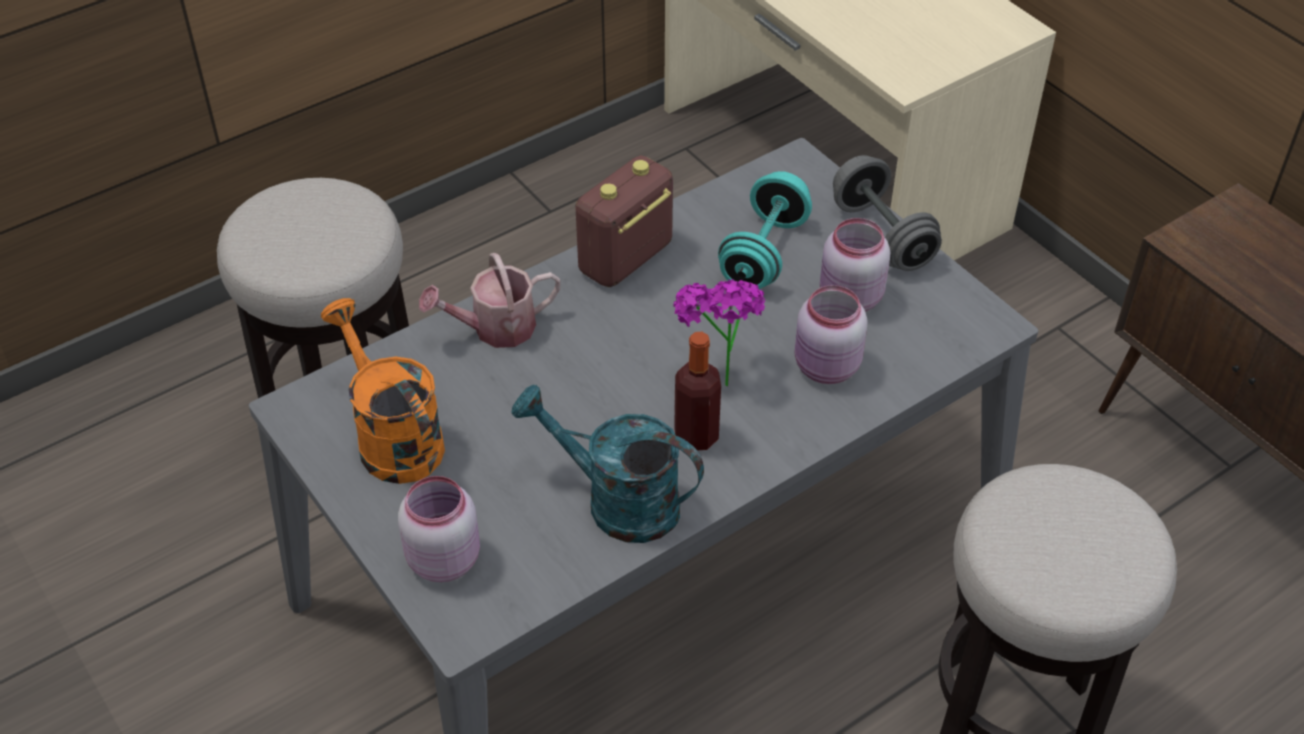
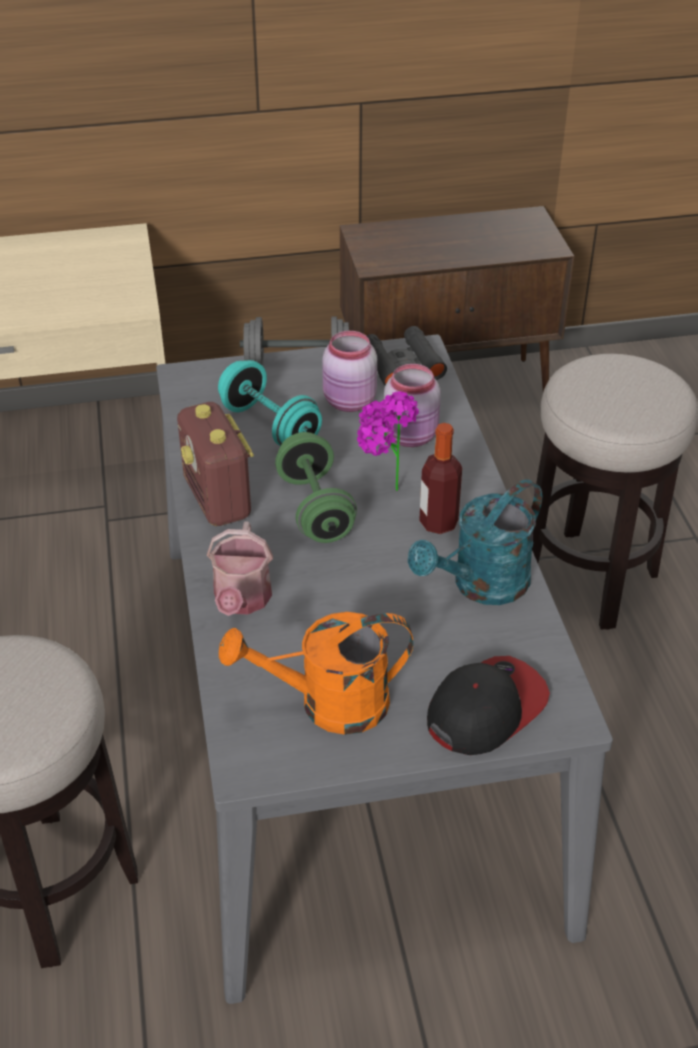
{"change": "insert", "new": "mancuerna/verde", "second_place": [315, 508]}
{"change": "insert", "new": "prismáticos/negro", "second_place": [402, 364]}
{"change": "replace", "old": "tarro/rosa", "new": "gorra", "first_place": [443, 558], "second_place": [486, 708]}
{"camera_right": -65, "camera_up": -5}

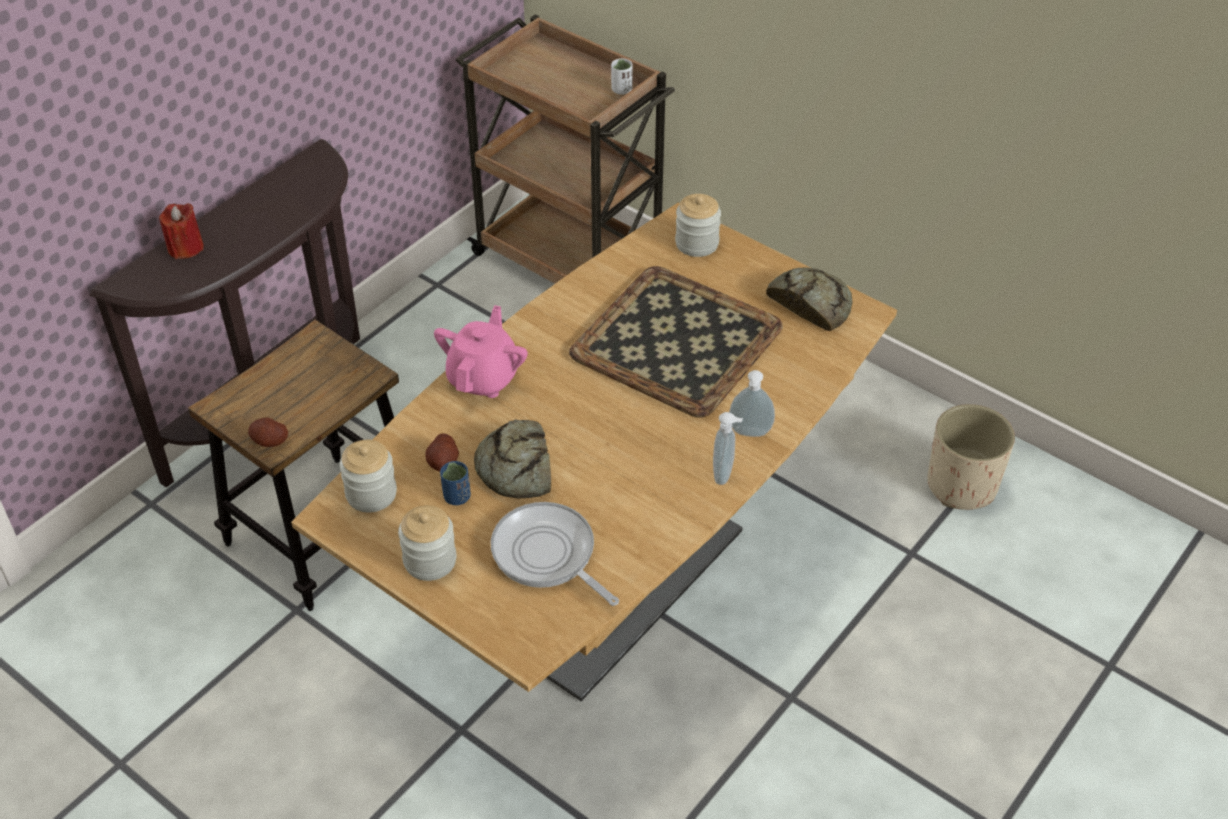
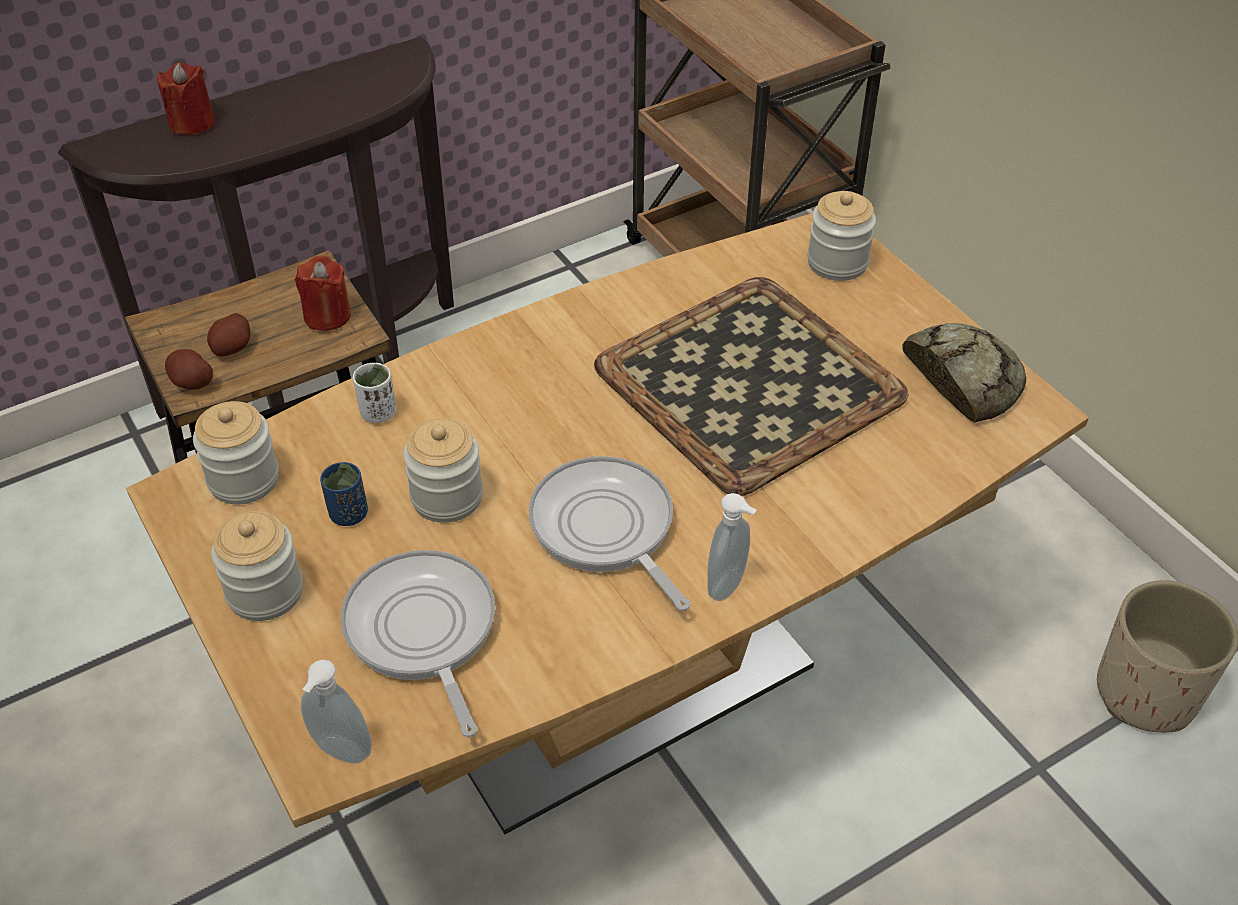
{"change": "move", "old": "patata", "first_place": [443, 462], "second_place": [232, 347]}
{"change": "insert", "new": "vela/rojo", "second_place": [327, 316]}
{"change": "move", "old": "dispensador de jabón", "first_place": [750, 434], "second_place": [340, 752]}
{"change": "move", "old": "taza/blanco", "first_place": [621, 90], "second_place": [378, 413]}
{"change": "replace", "old": "pan", "new": "tarro", "first_place": [516, 468], "second_place": [447, 497]}
{"change": "insert", "new": "sartén", "second_place": [606, 529]}
{"change": "delete", "old": "tetera/rosa", "first_place": [483, 378]}
{"camera_right": 20, "camera_up": 0}

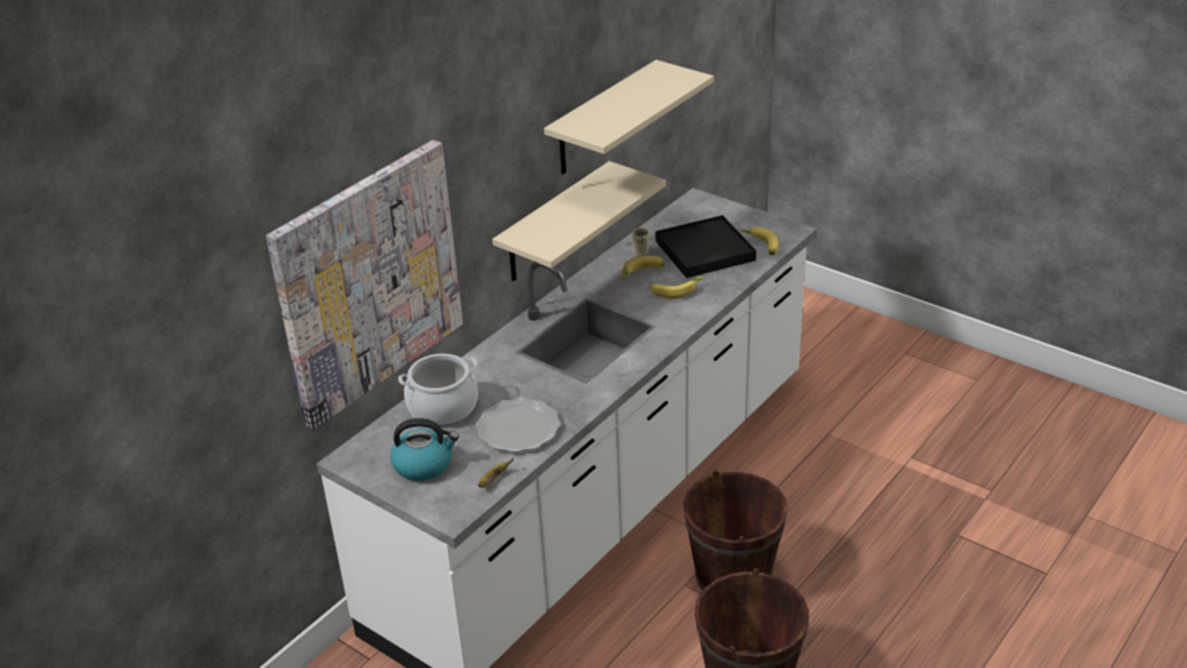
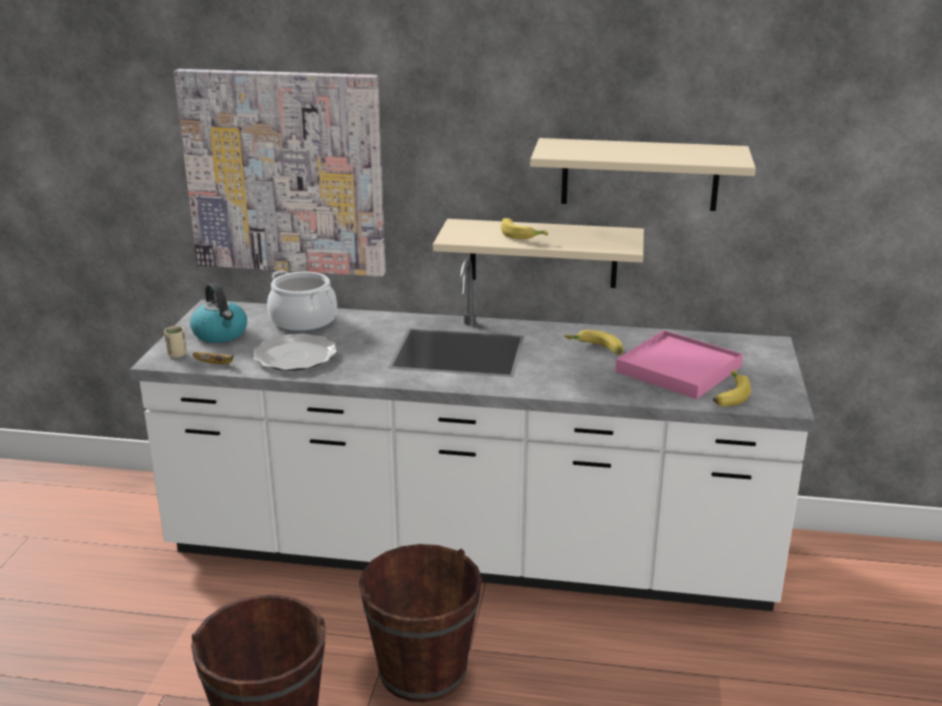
{"change": "move", "old": "taza/beis", "first_place": [640, 252], "second_place": [177, 354]}
{"change": "move", "old": "plátano", "first_place": [676, 290], "second_place": [522, 235]}
{"change": "recolor", "old": "bandeja/negro", "new": "bandeja/rosa", "first_place": [705, 251], "second_place": [678, 369]}
{"camera_right": 60, "camera_up": -10}

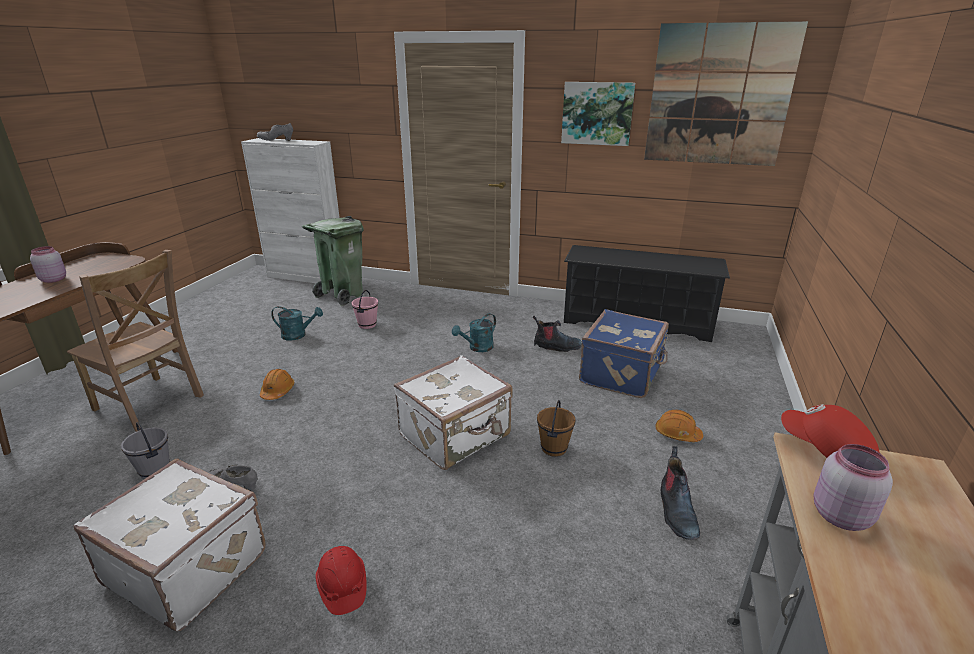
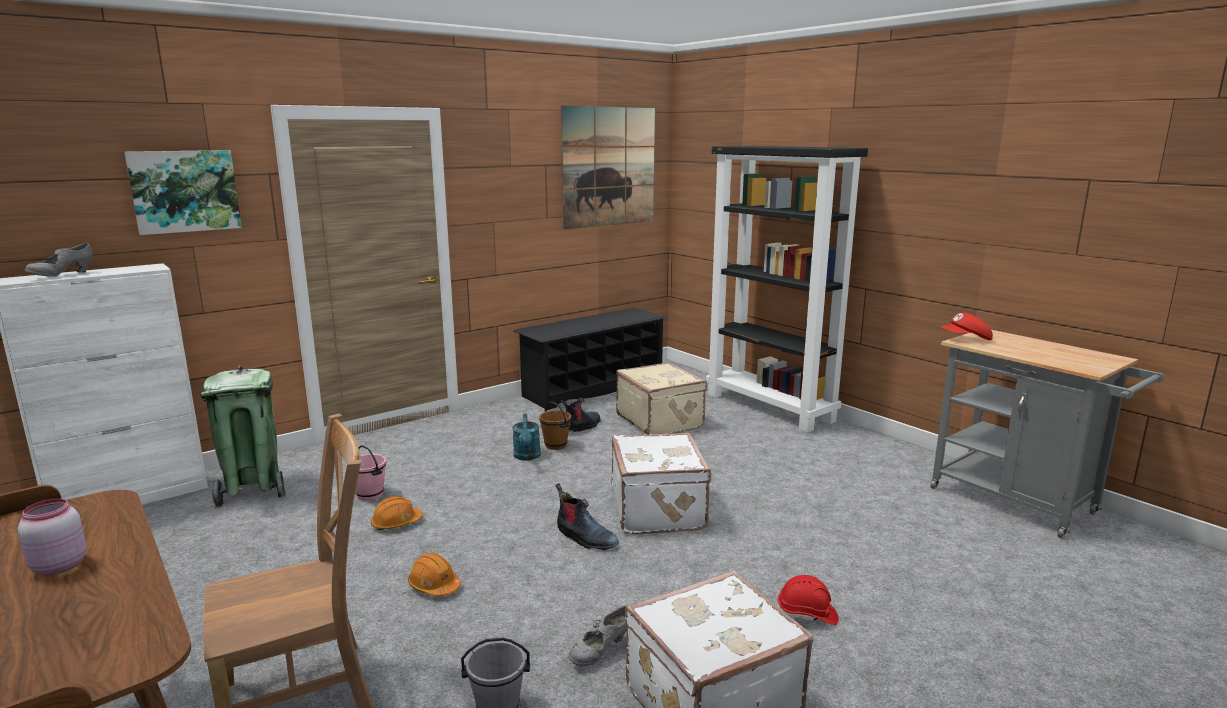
{"change": "move", "old": "cuadro", "first_place": [597, 113], "second_place": [185, 191]}
{"change": "move", "old": "casco/naranja", "first_place": [677, 434], "second_place": [396, 523]}
{"change": "move", "old": "cubo/marrón", "first_place": [553, 448], "second_place": [555, 445]}
{"change": "move", "old": "bota", "first_place": [676, 511], "second_place": [585, 538]}
{"change": "recolor", "old": "maleta/azul", "new": "maleta/beis", "first_place": [622, 374], "second_place": [660, 421]}
{"change": "insert", "new": "estantería/negro", "second_place": [770, 408]}
{"change": "delete", "old": "regadera/turquesa", "first_place": [298, 335]}
{"change": "delete", "old": "tarro/rosa", "first_place": [838, 515]}
{"camera_right": -55, "camera_up": -10}

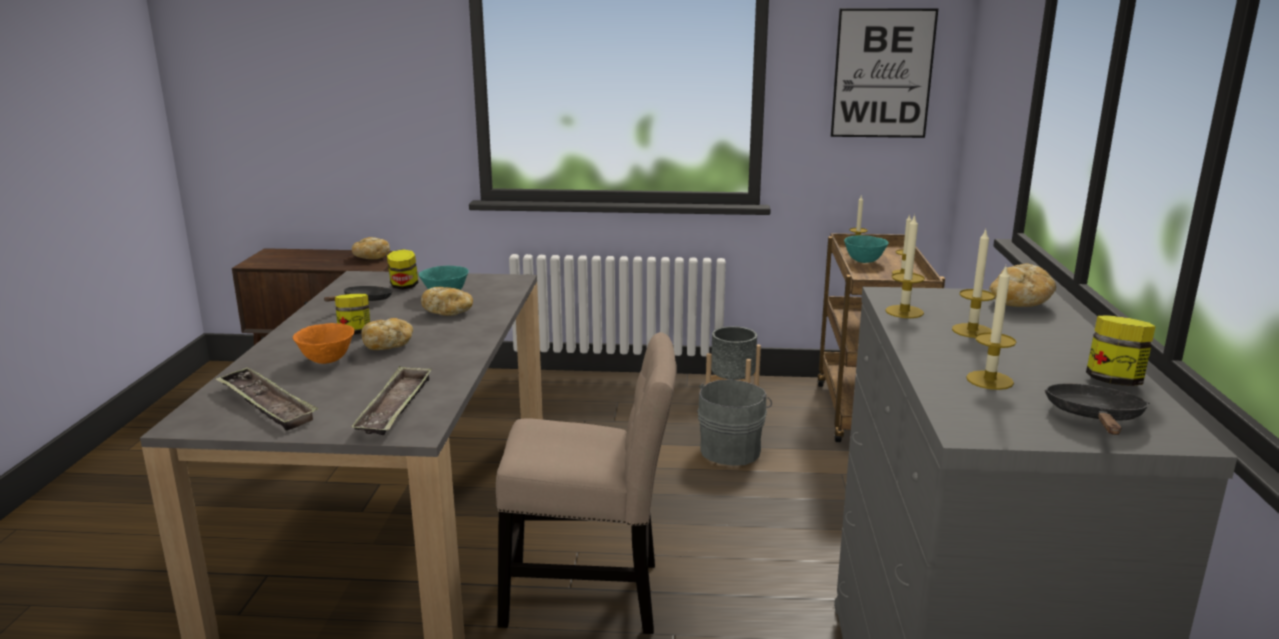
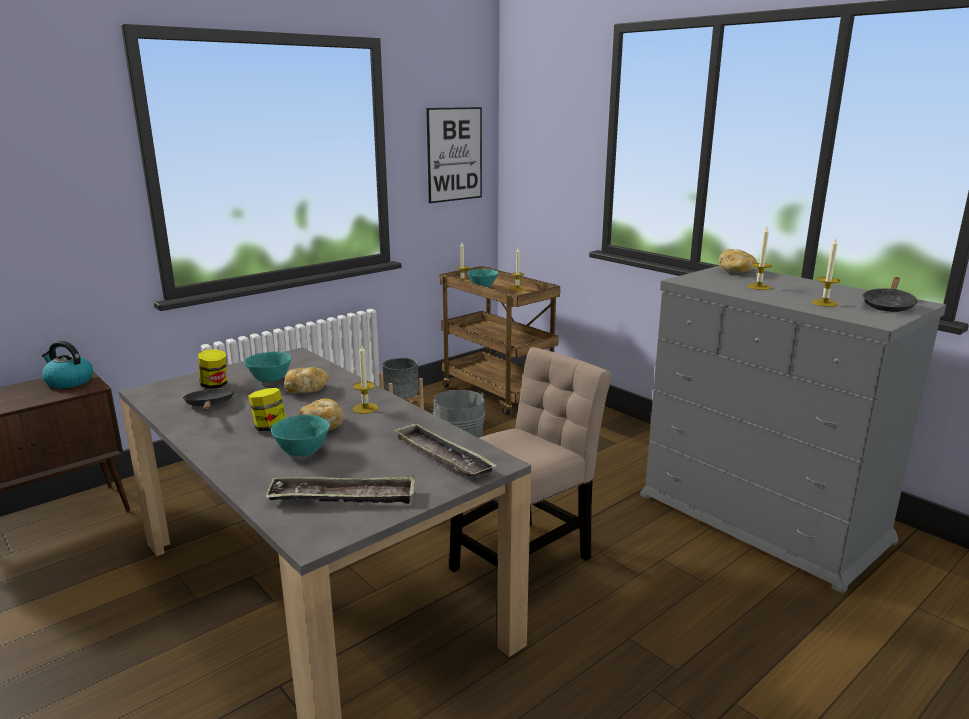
{"change": "replace", "old": "pan", "new": "hervidor", "first_place": [370, 258], "second_place": [68, 382]}
{"change": "recolor", "old": "cuenco/naranja", "new": "cuenco/turquesa", "first_place": [327, 360], "second_place": [303, 452]}
{"change": "move", "old": "vela", "first_place": [904, 312], "second_place": [365, 408]}
{"change": "rotate", "old": "sartén/negro", "first_place": [1095, 419], "second_place": [888, 305], "degrees": -120}
{"change": "delete", "old": "tarro", "first_place": [1113, 381]}
{"camera_right": -45, "camera_up": 0}

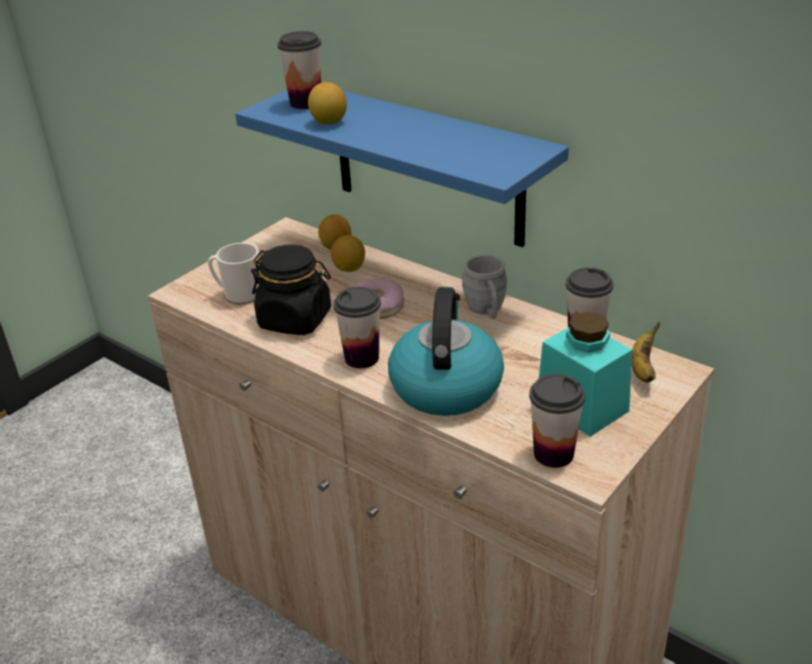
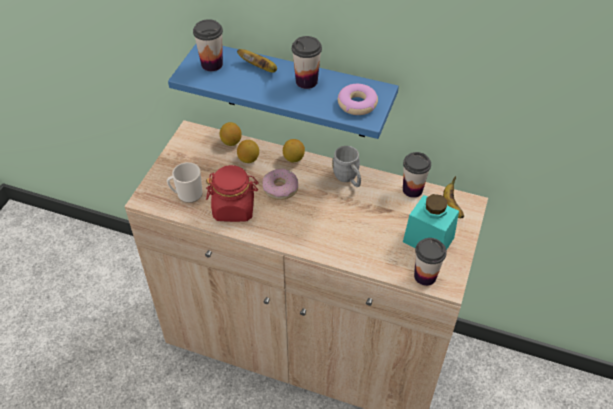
{"change": "recolor", "old": "tarro/negro", "new": "tarro/rojo", "first_place": [295, 319], "second_place": [234, 208]}
{"change": "insert", "new": "plátano", "second_place": [260, 68]}
{"change": "move", "old": "limón", "first_place": [329, 122], "second_place": [293, 158]}
{"change": "move", "old": "taza", "first_place": [362, 358], "second_place": [306, 81]}
{"change": "insert", "new": "rosquilla", "second_place": [357, 104]}
{"change": "delete", "old": "hervidor", "first_place": [445, 385]}
{"camera_right": -20, "camera_up": 15}

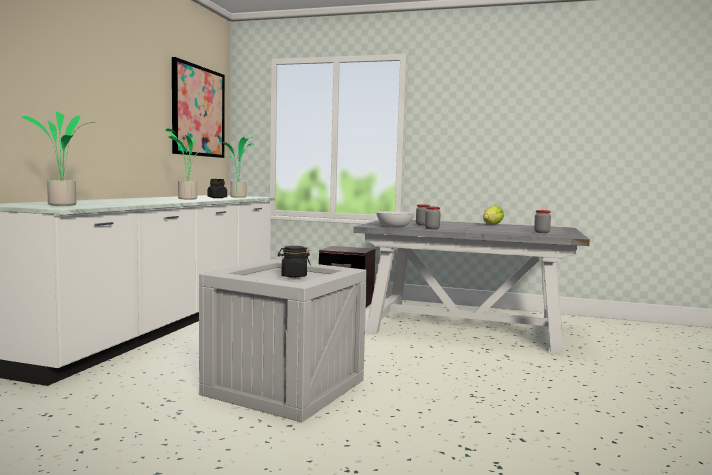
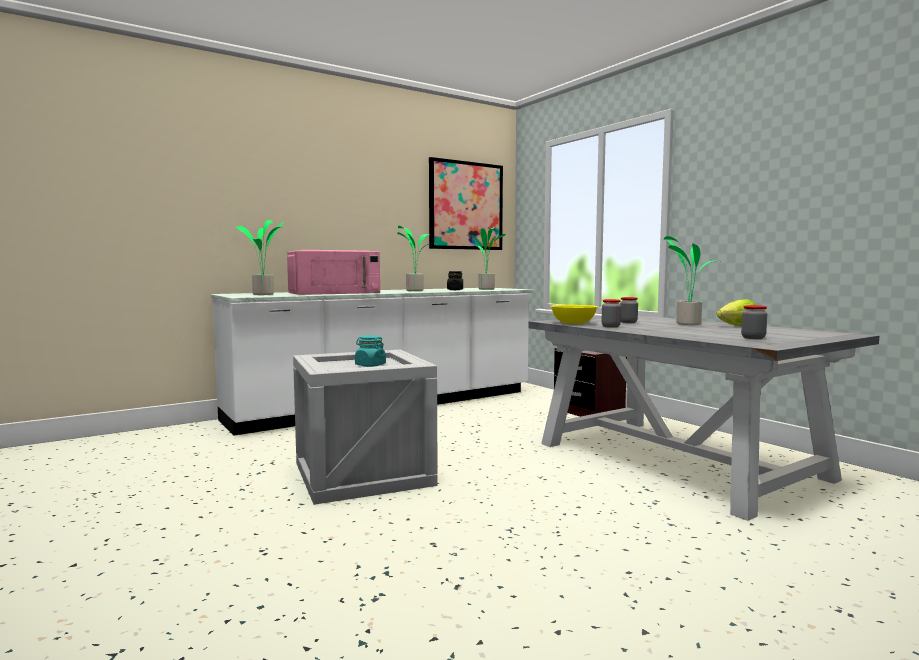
{"change": "insert", "new": "microondas/rosa", "second_place": [334, 292]}
{"change": "recolor", "old": "tarro/negro", "new": "tarro/turquesa", "first_place": [293, 276], "second_place": [370, 365]}
{"change": "recolor", "old": "cuenco/blanco", "new": "cuenco/amarillo", "first_place": [394, 227], "second_place": [574, 323]}
{"change": "insert", "new": "planta en maceta", "second_place": [687, 324]}
{"camera_right": 40, "camera_up": 0}

